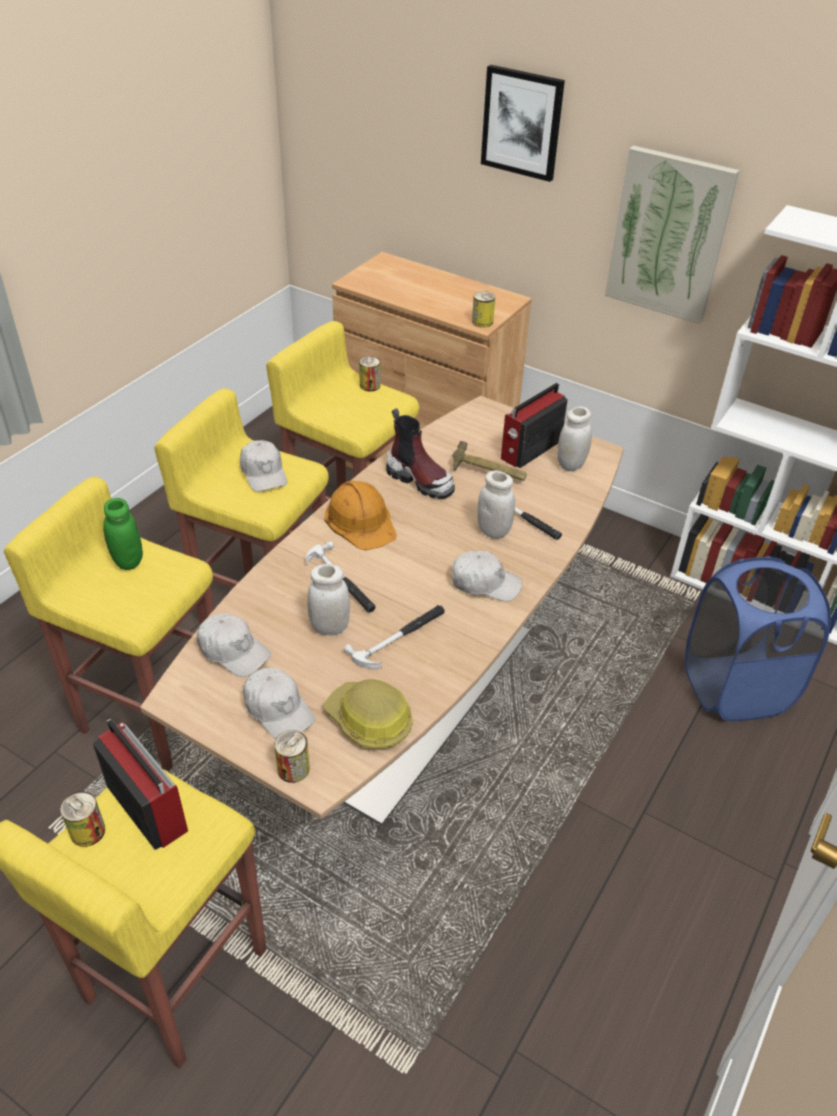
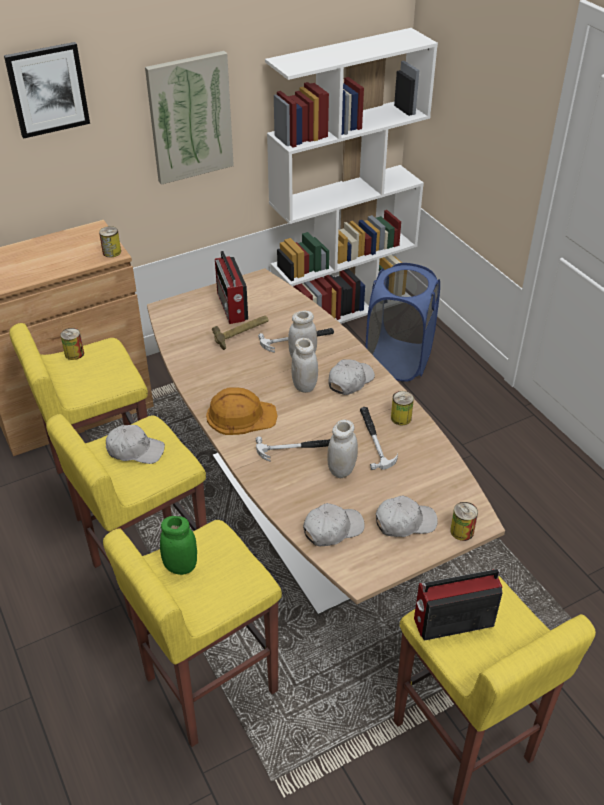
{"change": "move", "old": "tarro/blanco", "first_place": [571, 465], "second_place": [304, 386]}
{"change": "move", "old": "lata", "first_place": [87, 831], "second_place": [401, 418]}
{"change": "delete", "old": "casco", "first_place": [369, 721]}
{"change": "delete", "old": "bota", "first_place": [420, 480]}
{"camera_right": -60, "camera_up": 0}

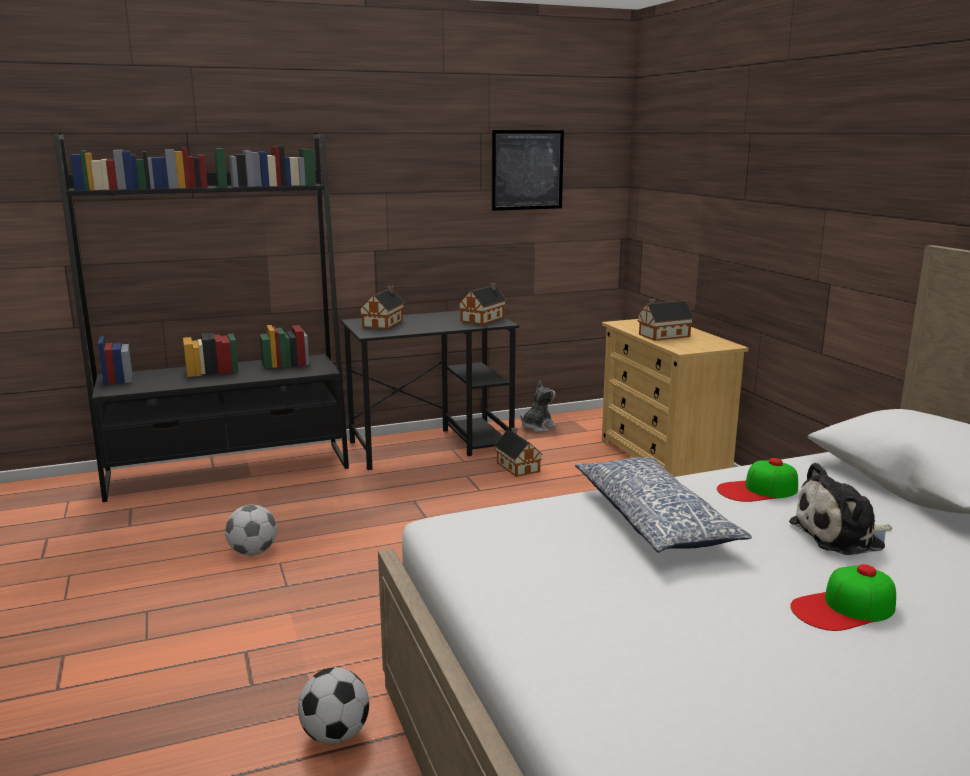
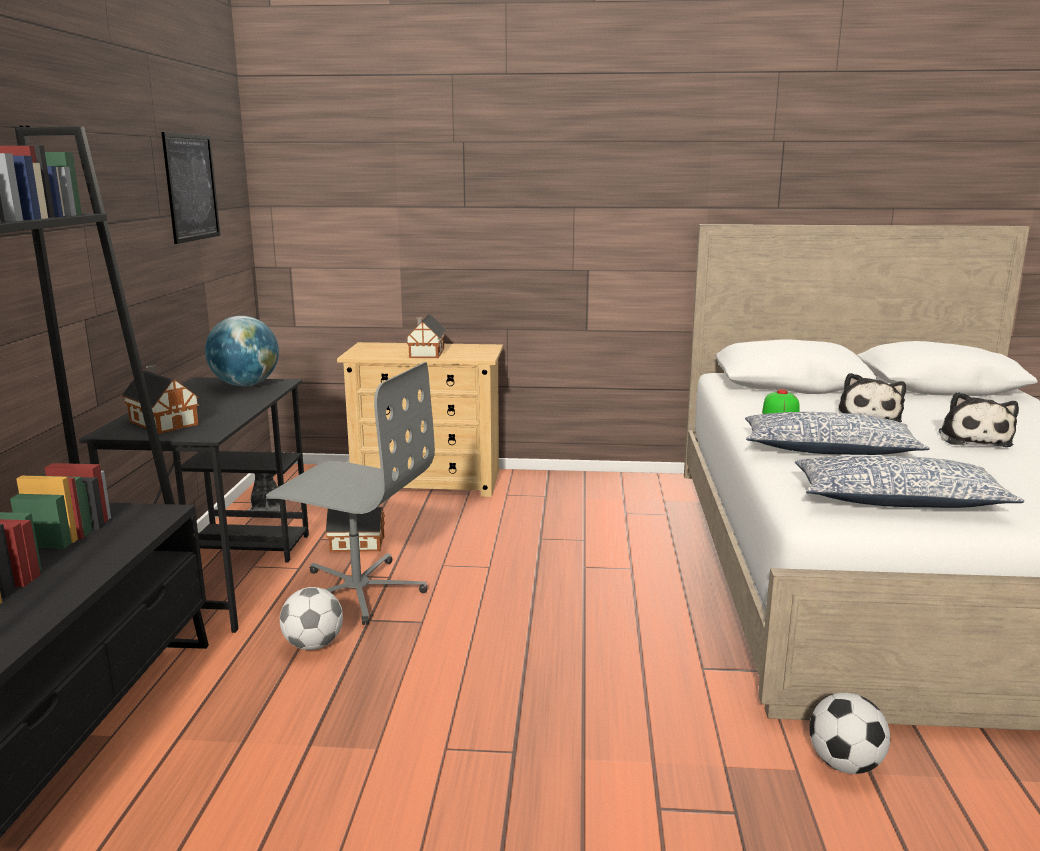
{"change": "replace", "old": "casita", "new": "globo terráqueo", "first_place": [484, 319], "second_place": [246, 385]}
{"change": "insert", "new": "silla de oficina/gris", "second_place": [357, 590]}
{"change": "move", "old": "balón de fútbol", "first_place": [253, 552], "second_place": [313, 645]}
{"change": "insert", "new": "cojín", "second_place": [896, 501]}
{"change": "replace", "old": "gorra", "new": "peluche", "first_place": [844, 608], "second_place": [973, 439]}
{"camera_right": -65, "camera_up": 0}

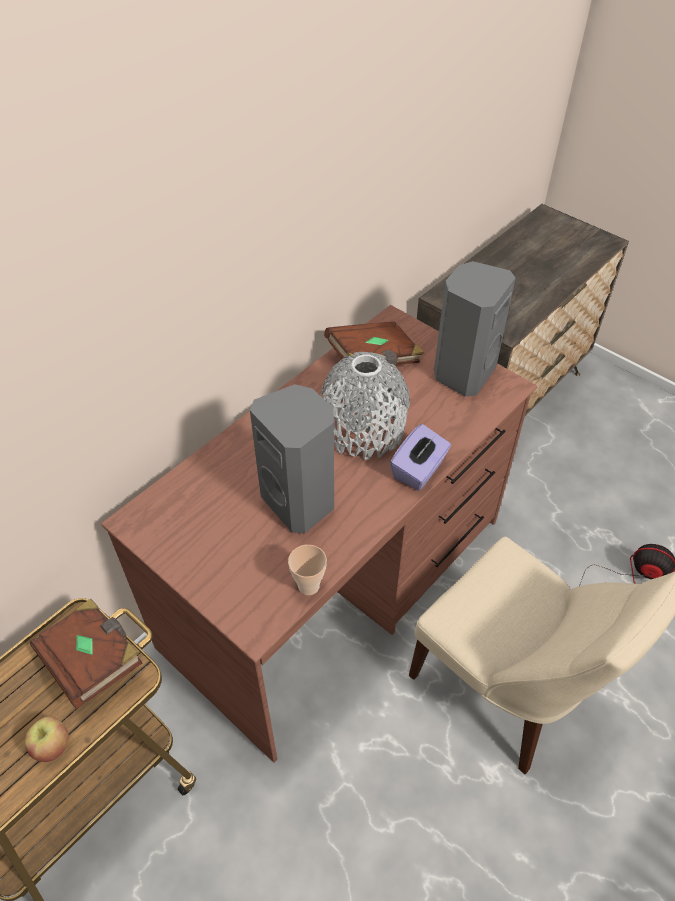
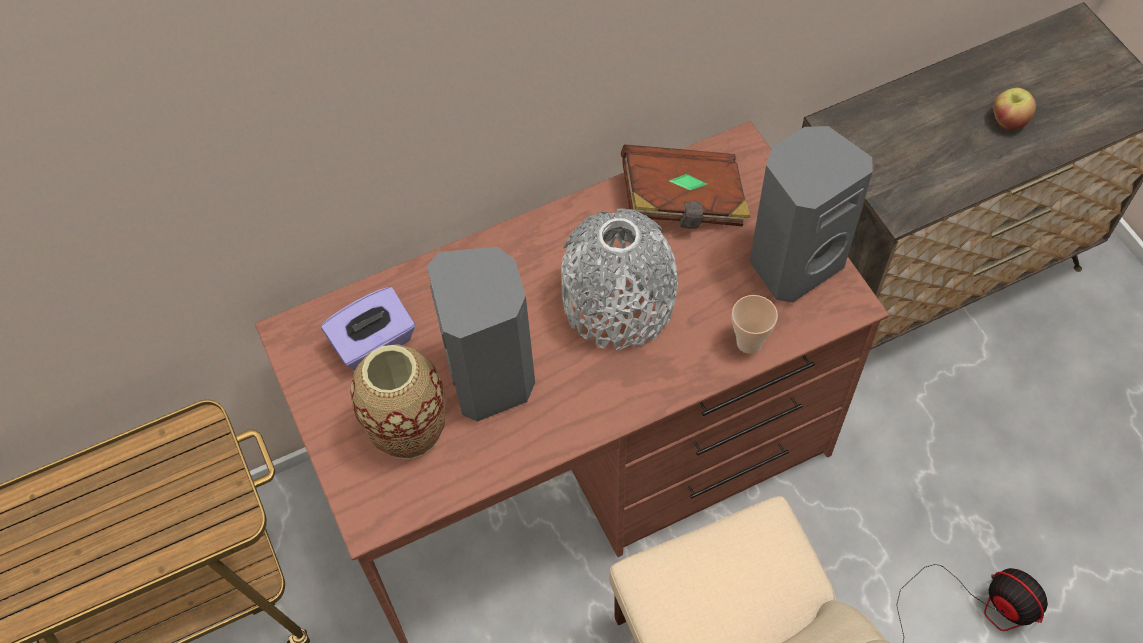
{"change": "move", "old": "caja de pañuelos/morado", "first_place": [419, 470], "second_place": [374, 343]}
{"change": "insert", "new": "florero", "second_place": [408, 429]}
{"change": "move", "old": "taza", "first_place": [308, 586], "second_place": [749, 342]}
{"change": "move", "old": "manzana", "first_place": [52, 746], "second_place": [1008, 121]}
{"change": "delete", "old": "libro/marrón", "first_place": [93, 660]}
{"camera_right": 25, "camera_up": 10}

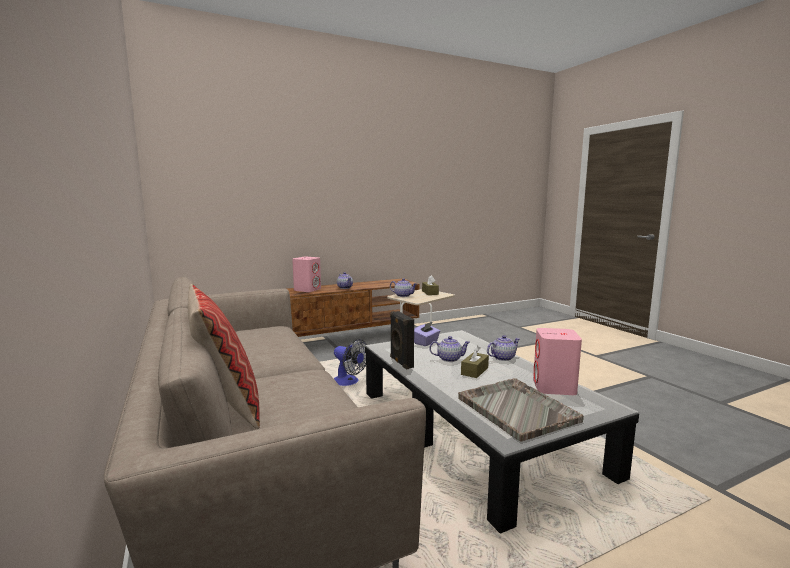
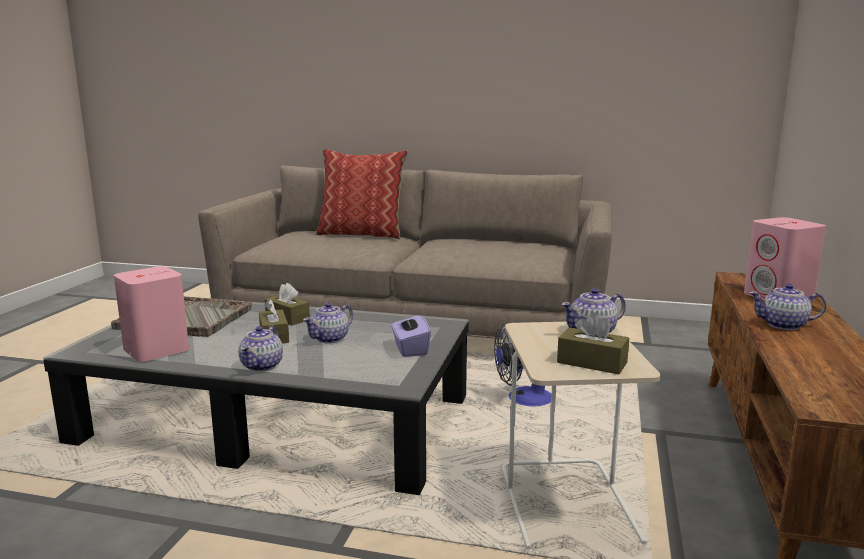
{"change": "insert", "new": "caja de pañuelos/marrón", "second_place": [287, 318]}
{"change": "delete", "old": "altavoz/negro", "first_place": [400, 362]}
{"camera_right": 130, "camera_up": 5}

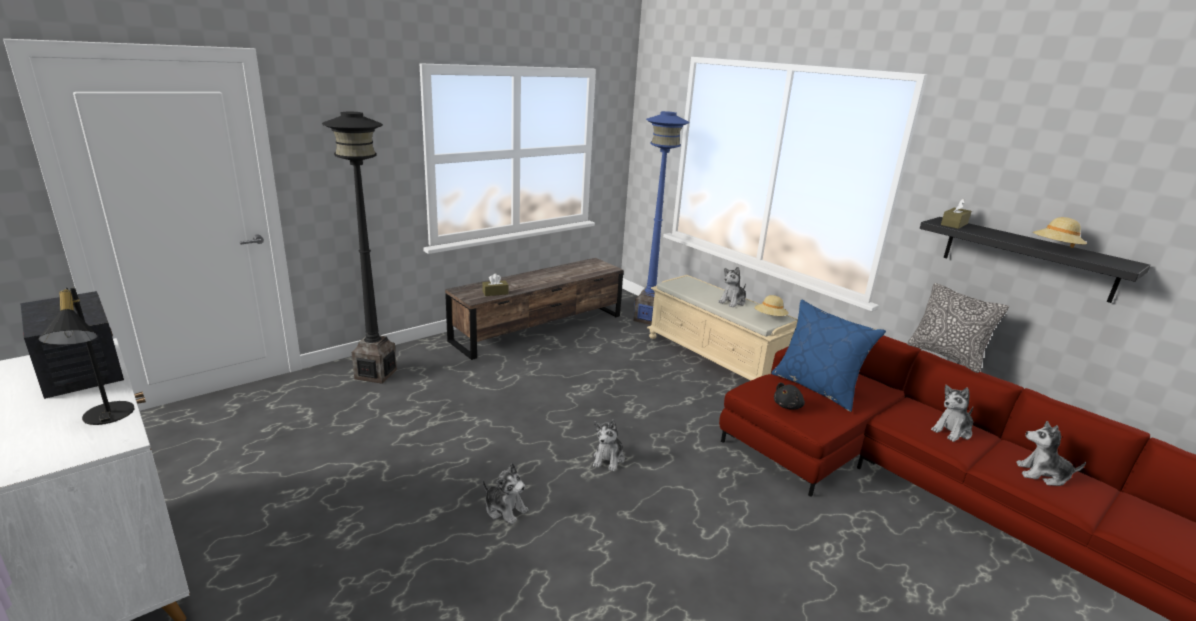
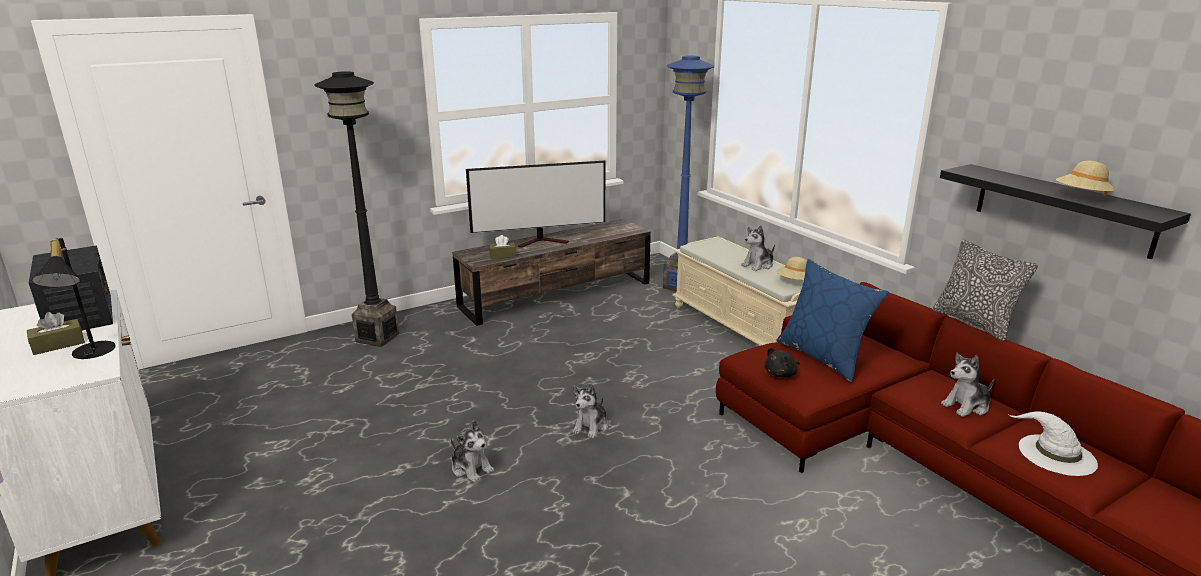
{"change": "move", "old": "caja de pañuelos/marrón", "first_place": [954, 224], "second_place": [58, 344]}
{"change": "insert", "new": "televisor", "second_place": [543, 242]}
{"change": "replace", "old": "peluche", "new": "sombrero/blanco", "first_place": [1042, 474], "second_place": [1055, 454]}
{"camera_right": 10, "camera_up": 0}

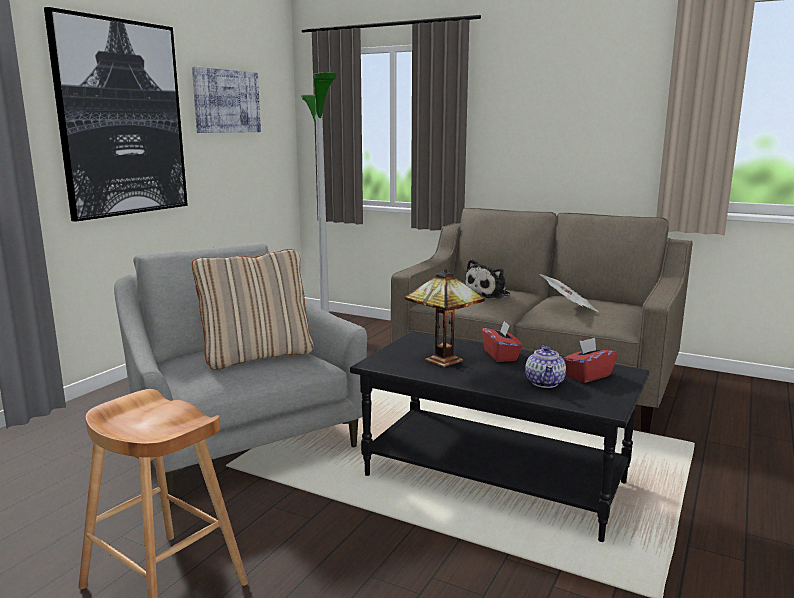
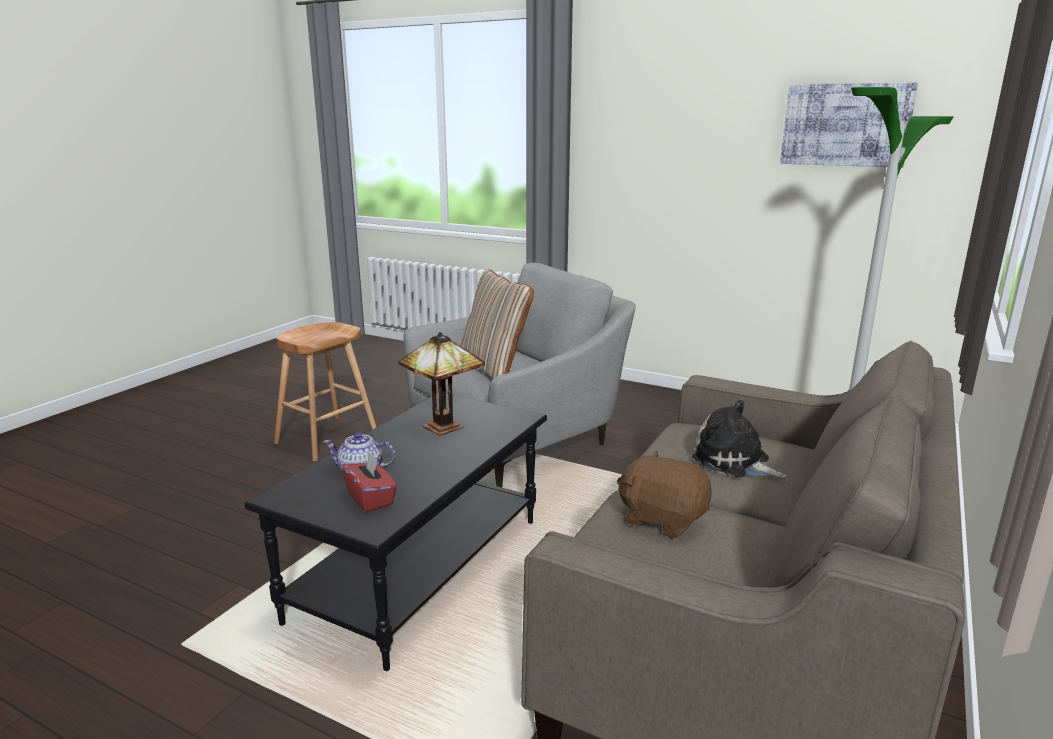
{"change": "replace", "old": "periódico", "new": "peluche/marrón", "first_place": [568, 308], "second_place": [662, 519]}
{"change": "delete", "old": "cuadro", "first_place": [122, 119]}
{"change": "delete", "old": "caja de pañuelos/rojo", "first_place": [501, 356]}
{"camera_right": 90, "camera_up": 5}

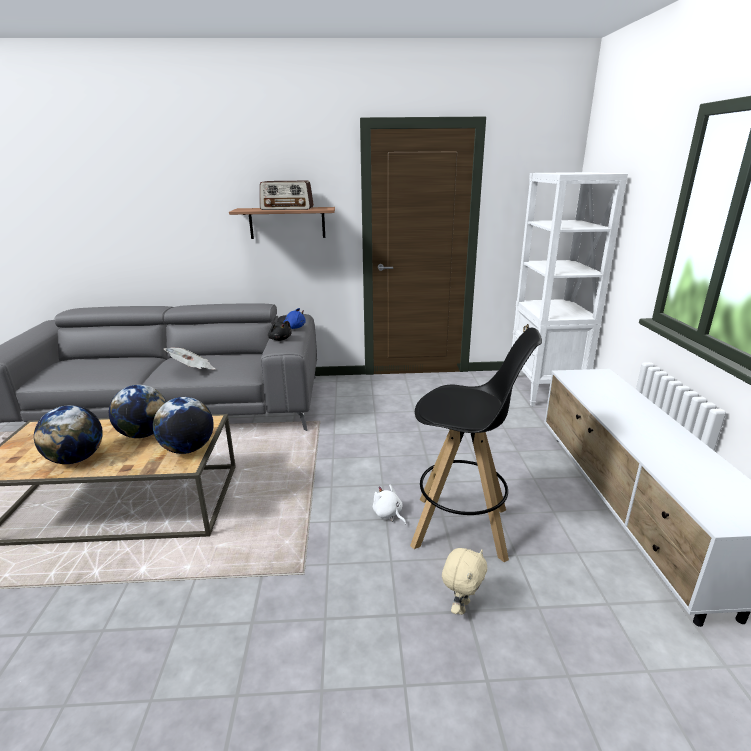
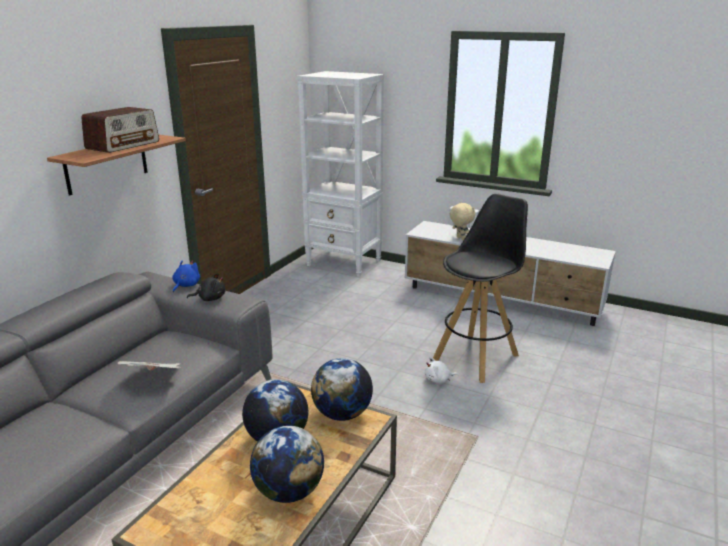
{"change": "move", "old": "peluche/beis", "first_place": [461, 606], "second_place": [460, 238]}
{"camera_right": -60, "camera_up": 0}

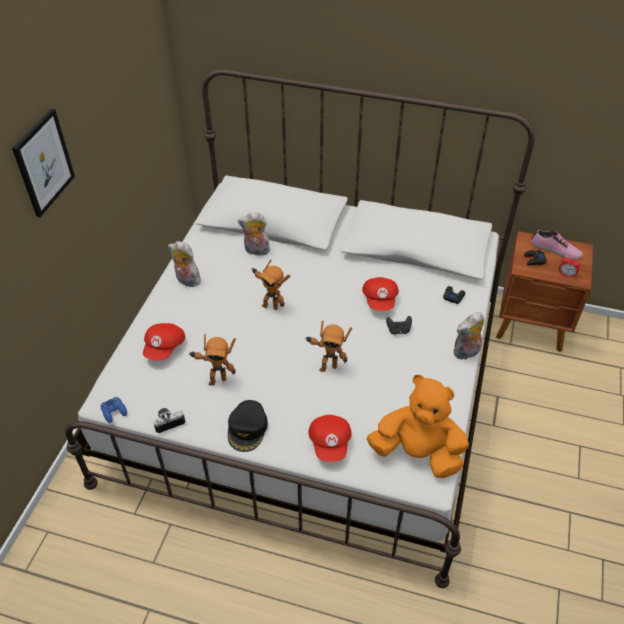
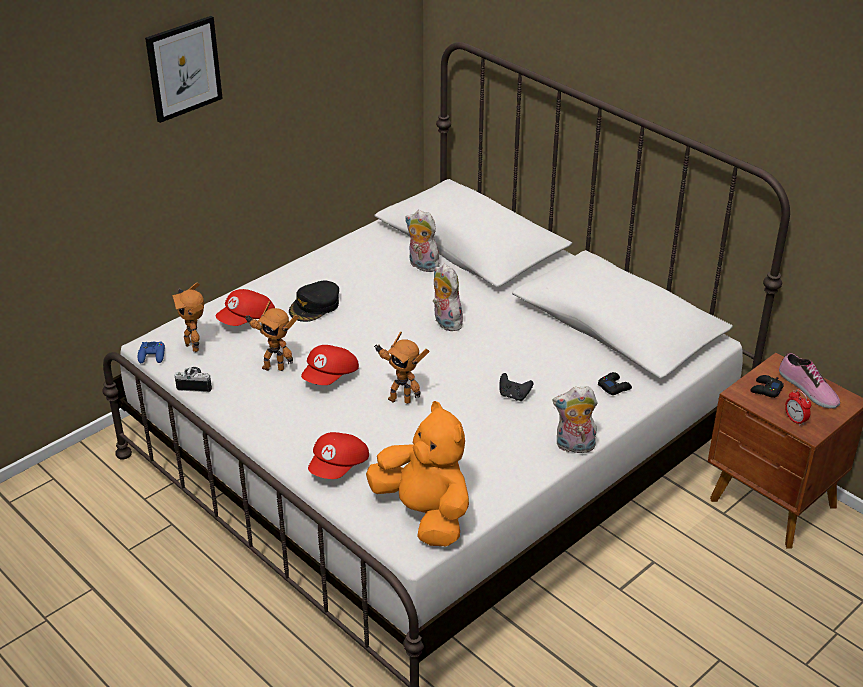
{"change": "move", "old": "robot de juguete", "first_place": [270, 305], "second_place": [194, 346]}
{"change": "move", "old": "gorra/negro", "first_place": [247, 429], "second_place": [315, 306]}
{"change": "move", "old": "gorra/rojo", "first_place": [380, 300], "second_place": [331, 377]}
{"change": "move", "old": "peluche", "first_place": [186, 281], "second_place": [445, 322]}
{"camera_right": 30, "camera_up": -10}

